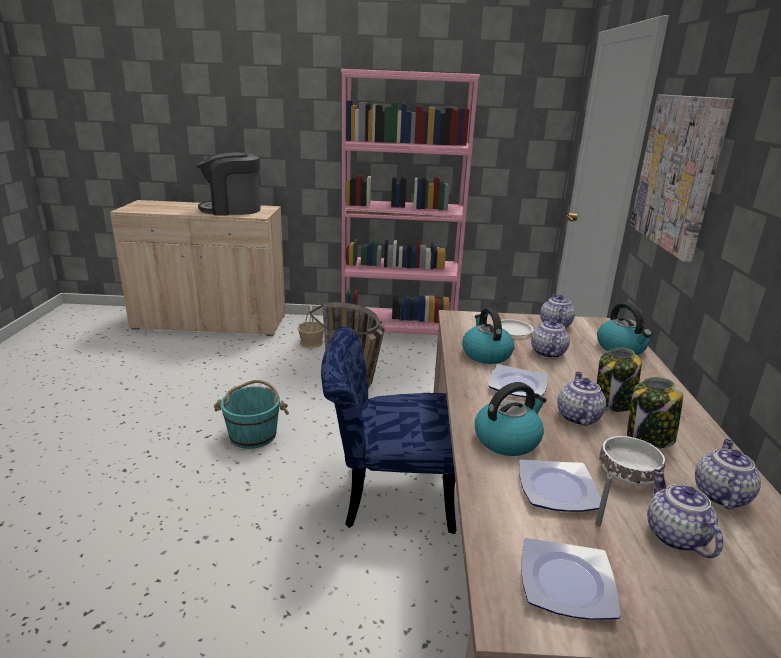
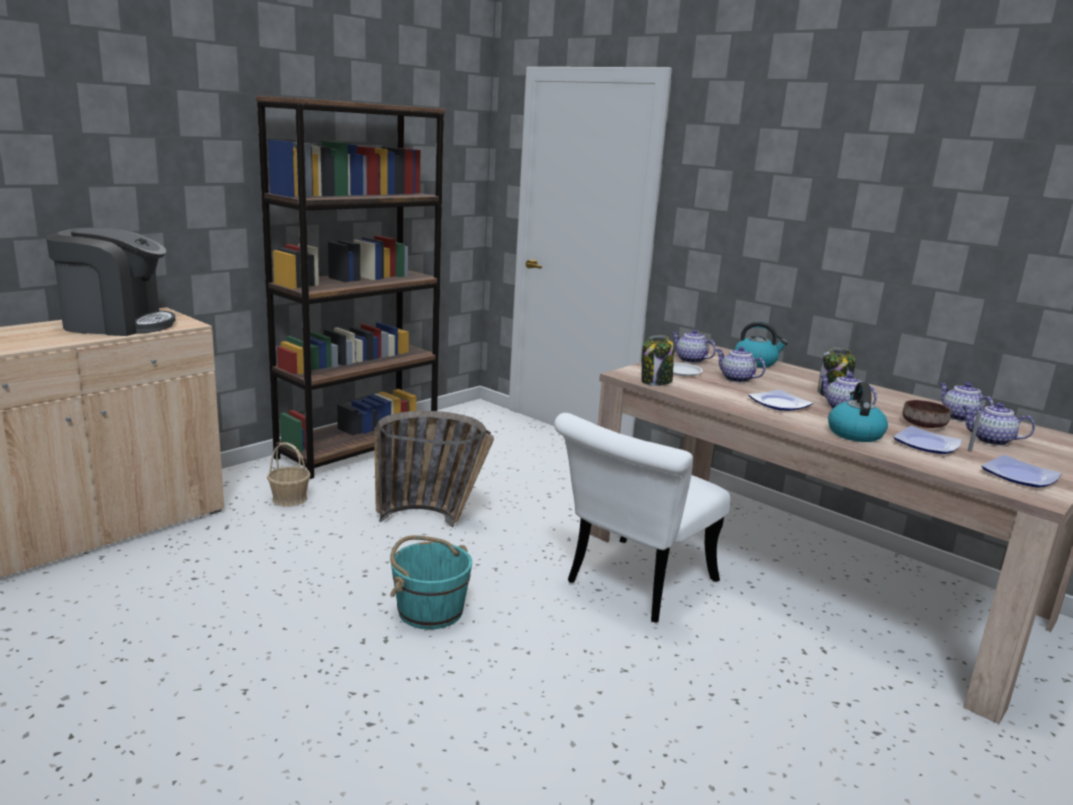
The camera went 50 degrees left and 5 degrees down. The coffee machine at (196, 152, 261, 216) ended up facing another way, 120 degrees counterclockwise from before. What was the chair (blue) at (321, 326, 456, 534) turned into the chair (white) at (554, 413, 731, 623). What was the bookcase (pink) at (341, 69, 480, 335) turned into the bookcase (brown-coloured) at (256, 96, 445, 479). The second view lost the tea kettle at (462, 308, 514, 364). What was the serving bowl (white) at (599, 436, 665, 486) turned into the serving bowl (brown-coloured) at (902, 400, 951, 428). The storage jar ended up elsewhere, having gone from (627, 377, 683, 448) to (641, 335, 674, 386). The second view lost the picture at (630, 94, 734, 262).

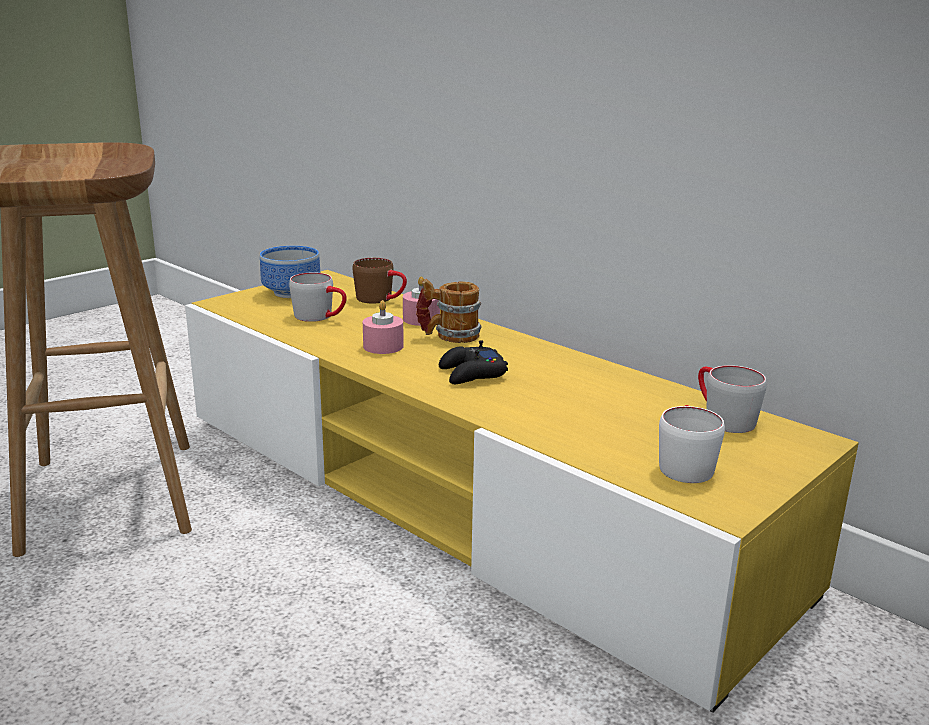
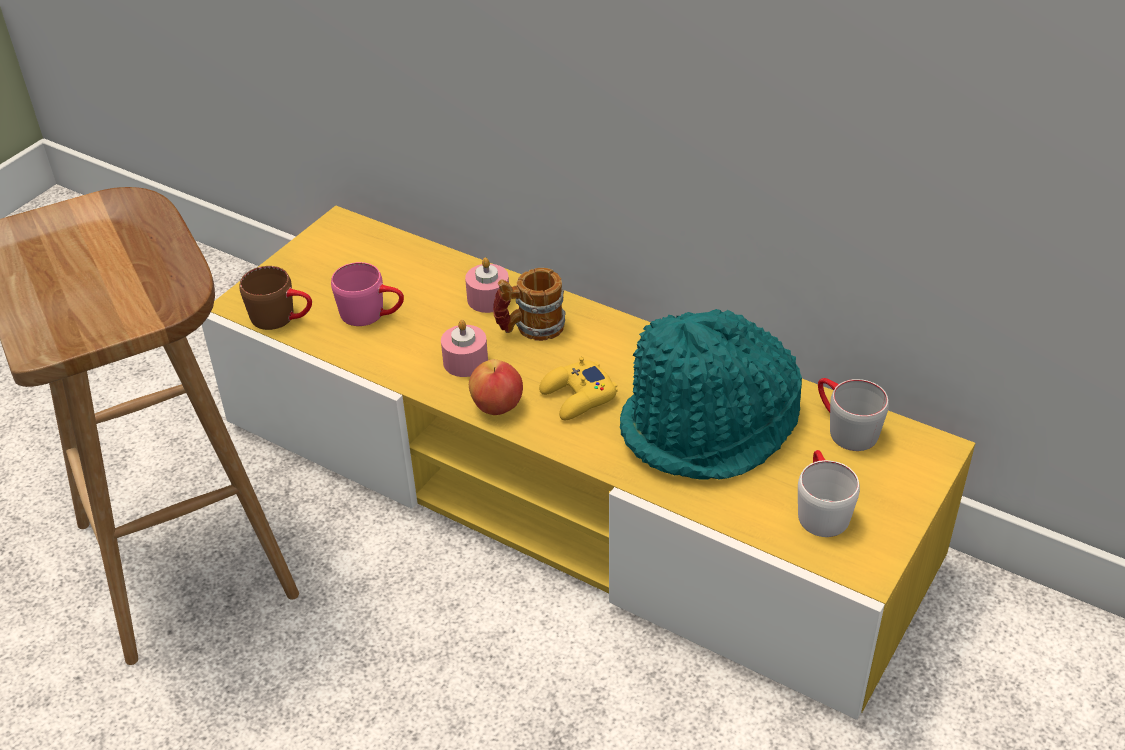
The camera went 10 degrees left and 20 degrees up. The second view lost the serving bowl at (260, 246, 321, 298). What was the tea mug (grey) at (289, 273, 347, 322) turned into the tea mug (pink) at (331, 262, 404, 326). The tea mug (brown-coloured) ended up elsewhere, having gone from (353, 258, 407, 304) to (240, 266, 312, 330). What was the game controller (black-coloured) at (439, 340, 508, 384) turned into the game controller (yellow) at (539, 357, 617, 420). The second view gained the apple fruit at (469, 359, 523, 415). The second view gained the hat (turquoise-coloured) at (620, 309, 802, 480).

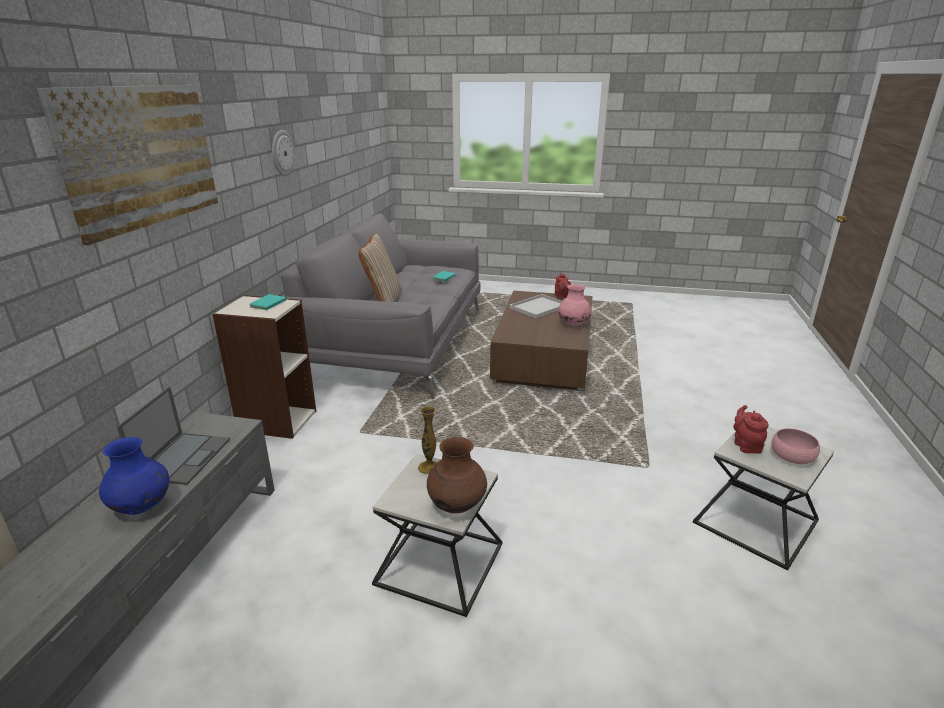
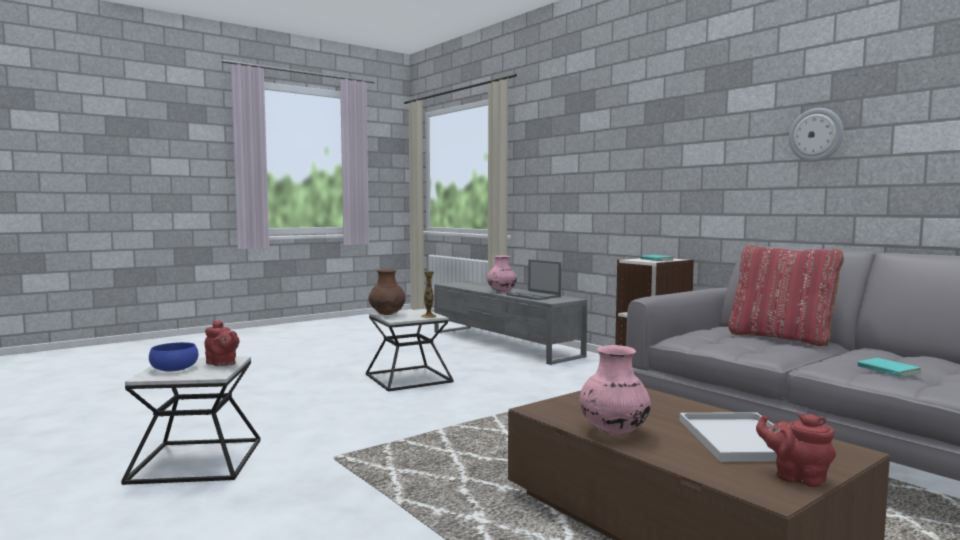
The camera went 130 degrees right and 20 degrees down. The second view lost the picture at (37, 85, 218, 245). What was the vase (blue) at (99, 437, 170, 515) turned into the vase (pink) at (487, 255, 517, 292). What was the pillow (sand-coloured) at (358, 234, 402, 302) turned into the pillow (red-coloured) at (728, 246, 844, 346). What was the serving bowl (pink) at (771, 428, 820, 464) turned into the serving bowl (blue) at (149, 342, 198, 371).

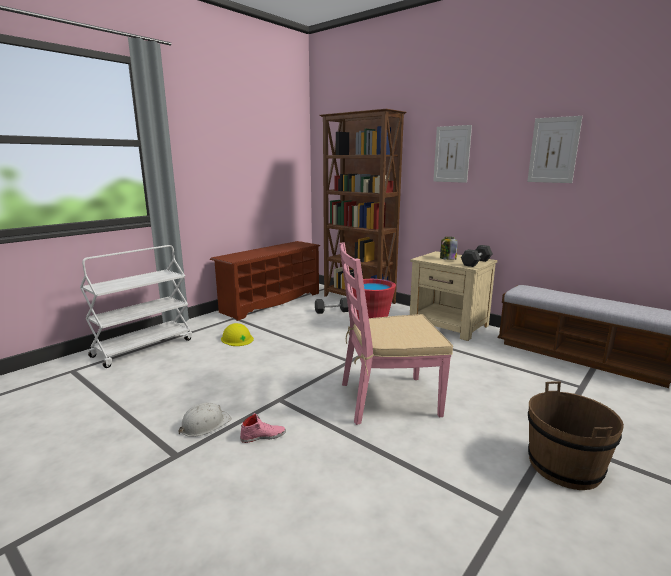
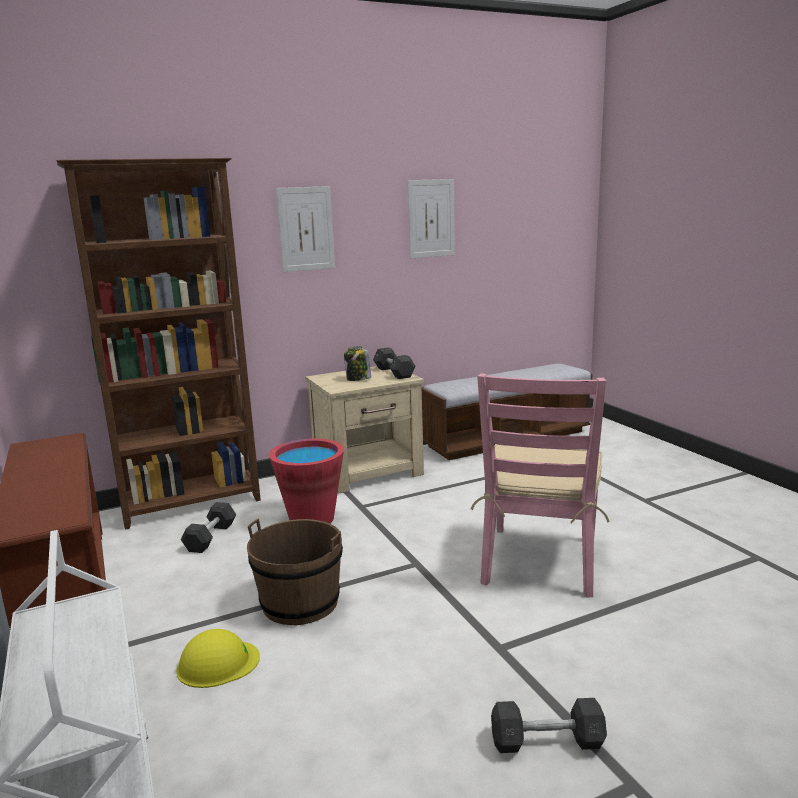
The camera went 65 degrees left and 0 degrees up. Where the hard hat (white) stood at (178, 403, 231, 437), the dumbbell (grey) came to stand at (491, 698, 607, 753). The second view lost the low shoe (pink) at (240, 413, 286, 443). The water bucket (brown-coloured) ended up elsewhere, having gone from (528, 381, 624, 490) to (247, 519, 343, 625).

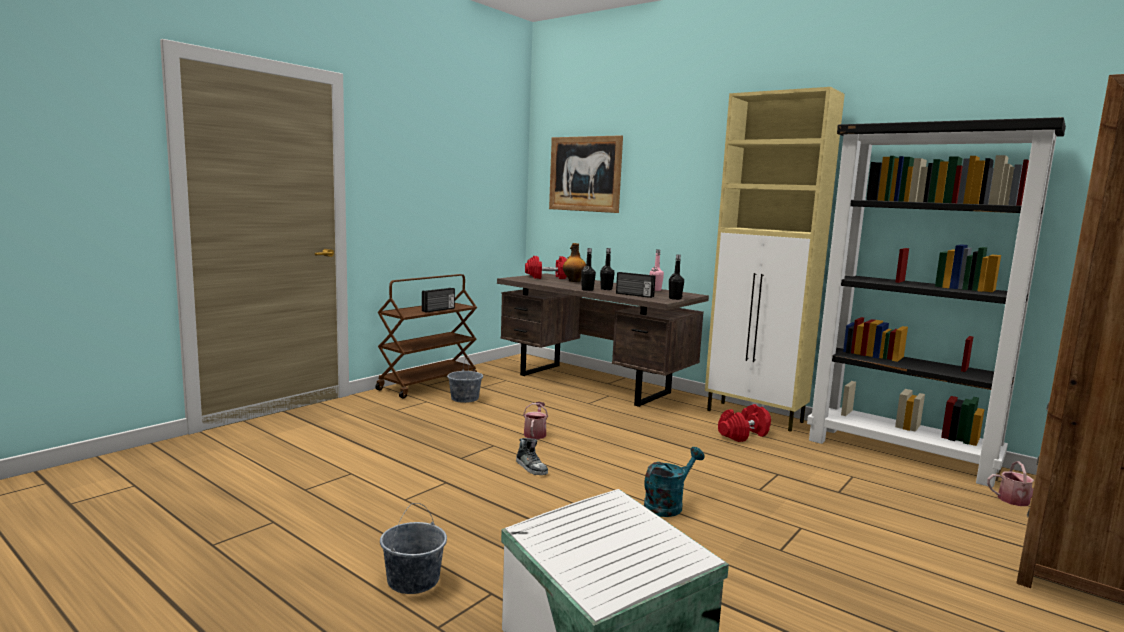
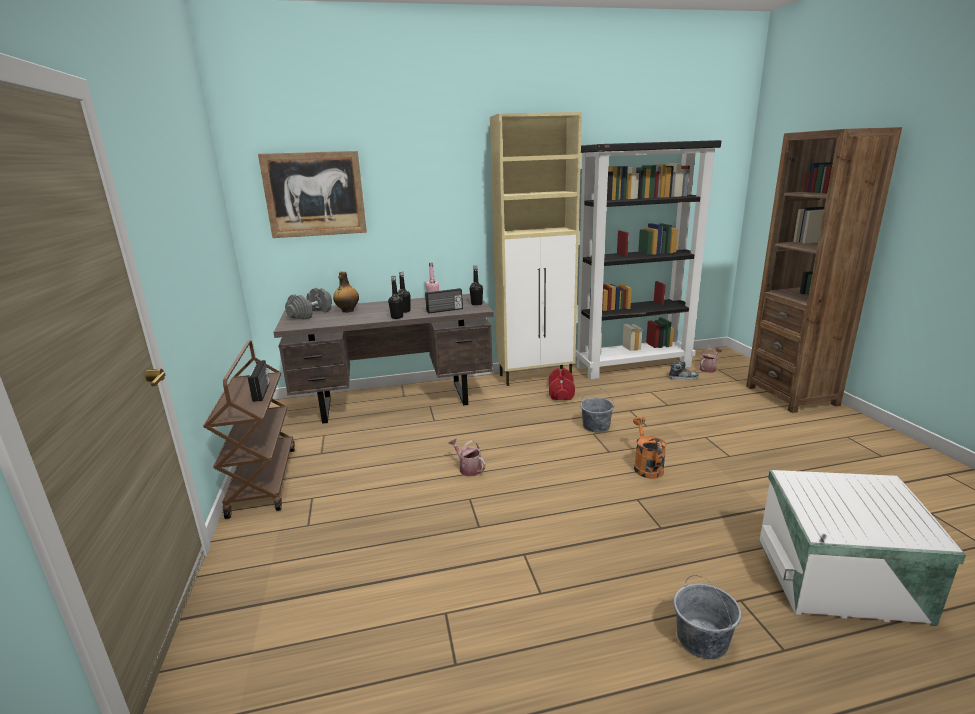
The camera went 50 degrees left and 10 degrees up. The water bucket (grey) ended up elsewhere, having gone from (447, 357, 483, 403) to (580, 387, 614, 433). The low shoe ended up elsewhere, having gone from (516, 438, 548, 475) to (669, 361, 699, 380). What was the dumbbell (red-coloured) at (525, 256, 567, 279) turned into the dumbbell (grey) at (285, 288, 332, 320). What was the sprinkling can (turquoise-coloured) at (644, 447, 705, 517) turned into the sprinkling can (orange-coloured) at (633, 417, 666, 479).

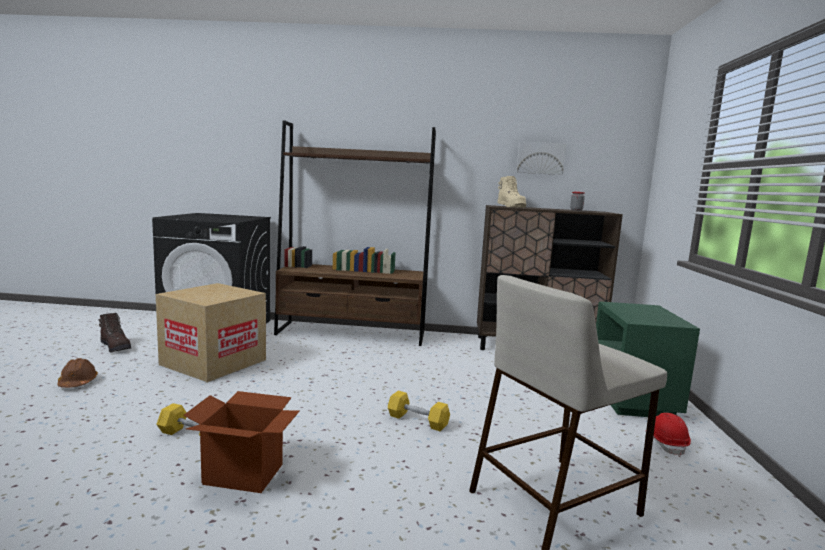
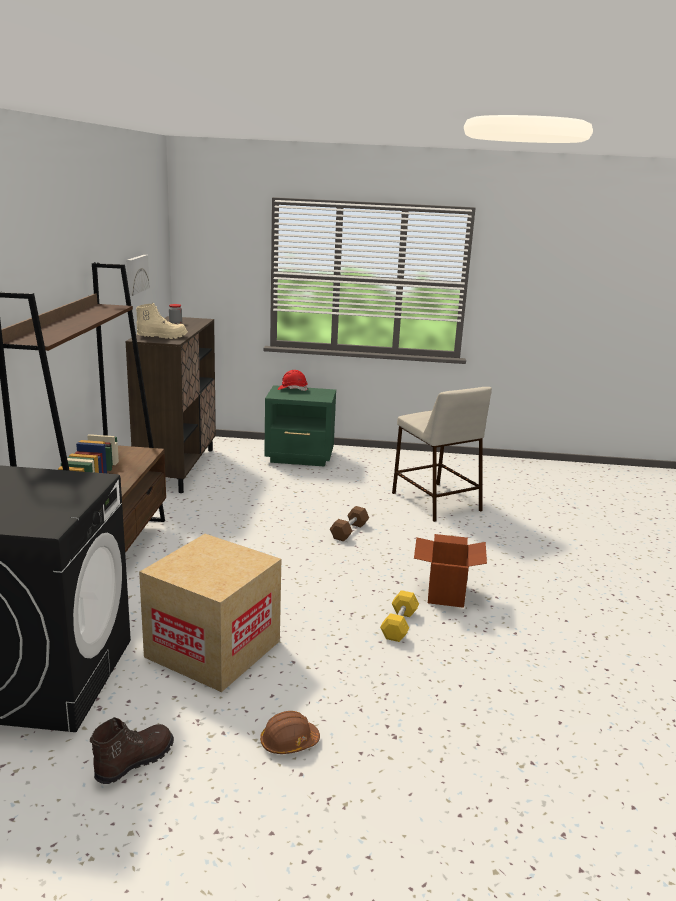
The camera went 90 degrees left and 10 degrees up. What was the dumbbell (yellow) at (388, 391, 450, 431) turned into the dumbbell (brown-coloured) at (330, 506, 369, 542). The hard hat (red-coloured) ended up elsewhere, having gone from (653, 413, 691, 457) to (278, 370, 308, 391).

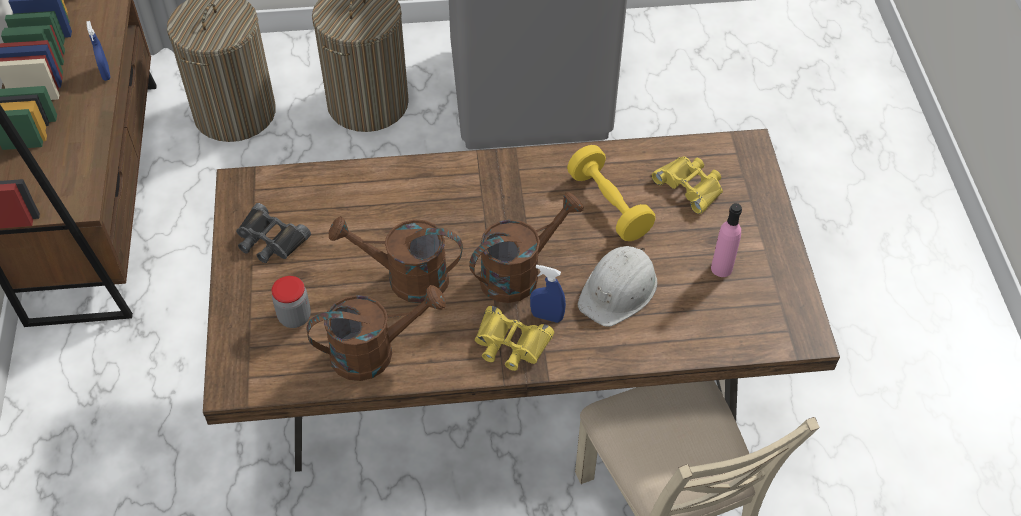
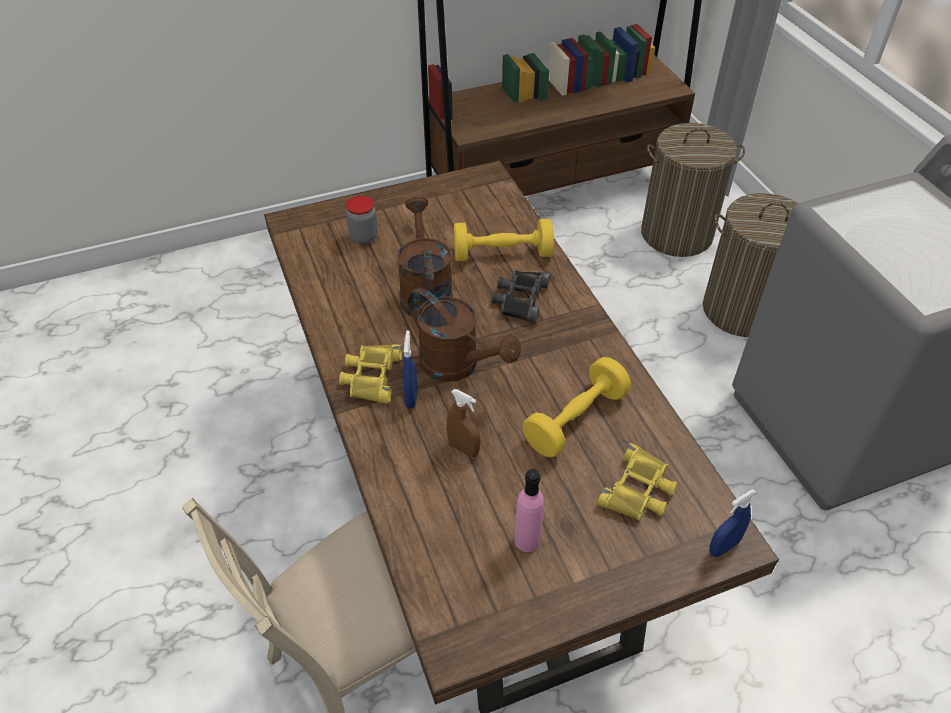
The camera went 75 degrees right and 5 degrees down. The sprayer (blue) ended up elsewhere, having gone from (86, 21, 111, 81) to (709, 489, 757, 557). The binoculars (black-coloured) ended up elsewhere, having gone from (236, 203, 311, 263) to (491, 270, 550, 323). The second view lost the sprinkling can (brown-coloured) at (306, 285, 446, 381). Where the hard hat (white) stood at (577, 246, 658, 327), the sprayer (brown-coloured) came to stand at (446, 389, 480, 457). The second view gained the dumbbell (yellow) at (454, 219, 554, 261).

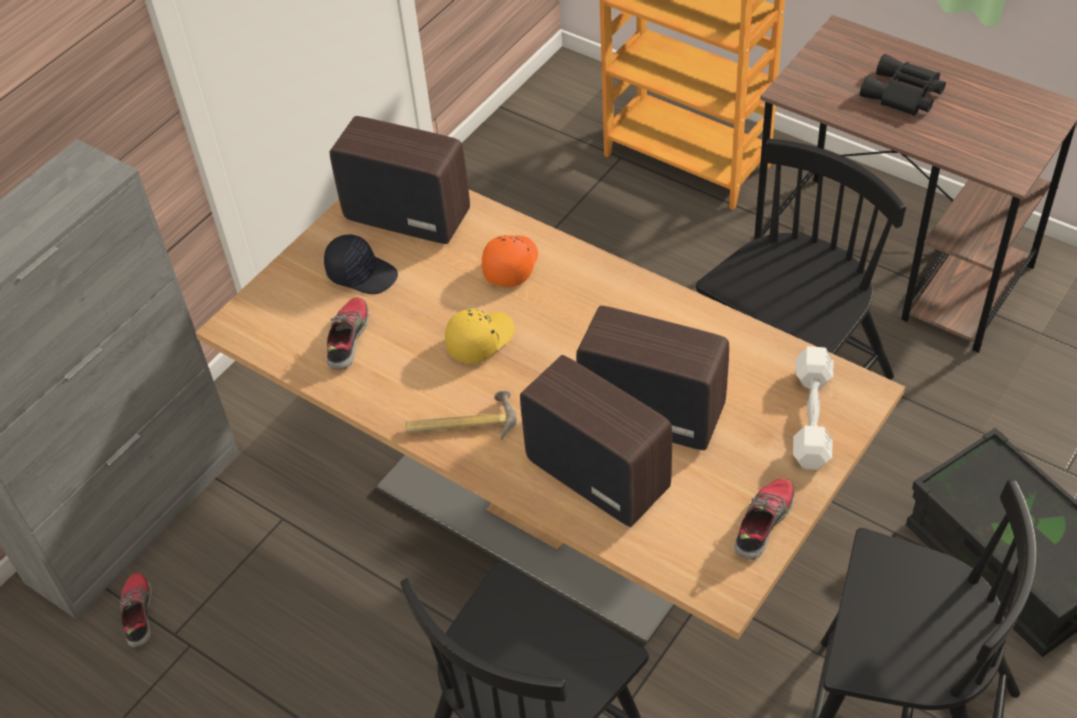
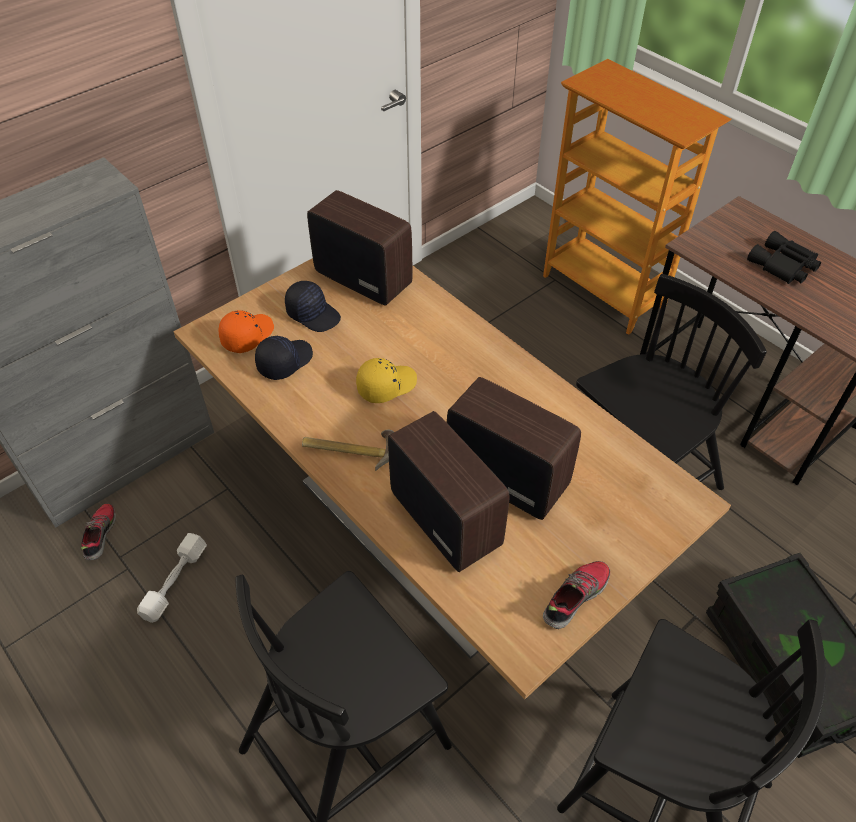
The camera went 10 degrees right and 0 degrees up. Where the low shoe stood at (327, 297, 369, 369), the peaked cap (black-coloured) came to stand at (255, 335, 313, 380). The peaked cap (orange-coloured) ended up elsewhere, having gone from (482, 235, 538, 287) to (219, 310, 274, 353). The dumbbell (white) ended up elsewhere, having gone from (793, 346, 833, 470) to (137, 533, 207, 623).

